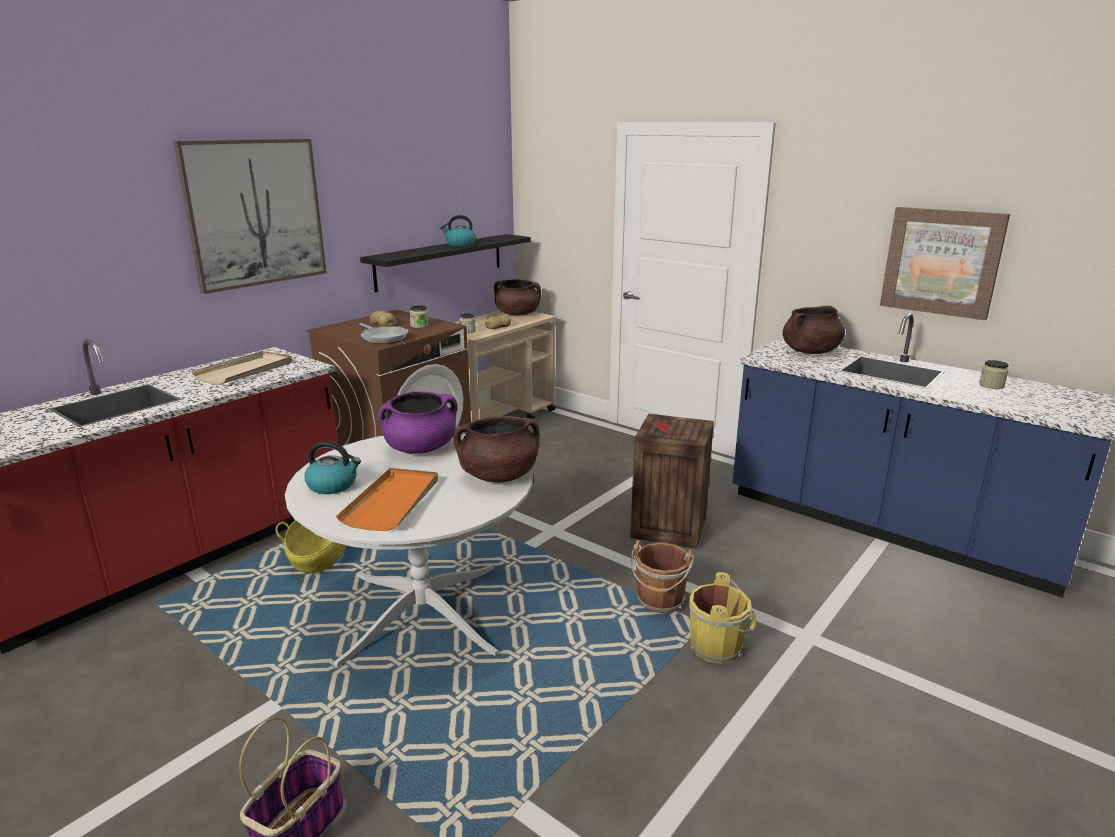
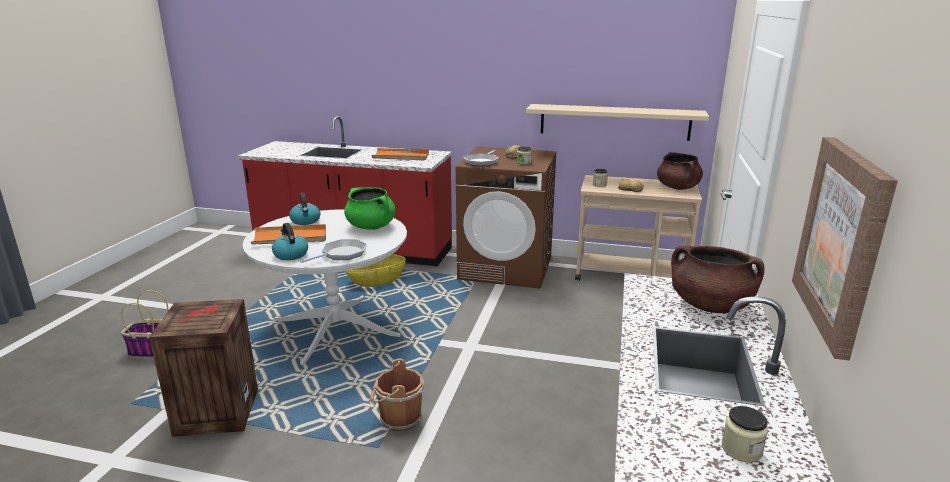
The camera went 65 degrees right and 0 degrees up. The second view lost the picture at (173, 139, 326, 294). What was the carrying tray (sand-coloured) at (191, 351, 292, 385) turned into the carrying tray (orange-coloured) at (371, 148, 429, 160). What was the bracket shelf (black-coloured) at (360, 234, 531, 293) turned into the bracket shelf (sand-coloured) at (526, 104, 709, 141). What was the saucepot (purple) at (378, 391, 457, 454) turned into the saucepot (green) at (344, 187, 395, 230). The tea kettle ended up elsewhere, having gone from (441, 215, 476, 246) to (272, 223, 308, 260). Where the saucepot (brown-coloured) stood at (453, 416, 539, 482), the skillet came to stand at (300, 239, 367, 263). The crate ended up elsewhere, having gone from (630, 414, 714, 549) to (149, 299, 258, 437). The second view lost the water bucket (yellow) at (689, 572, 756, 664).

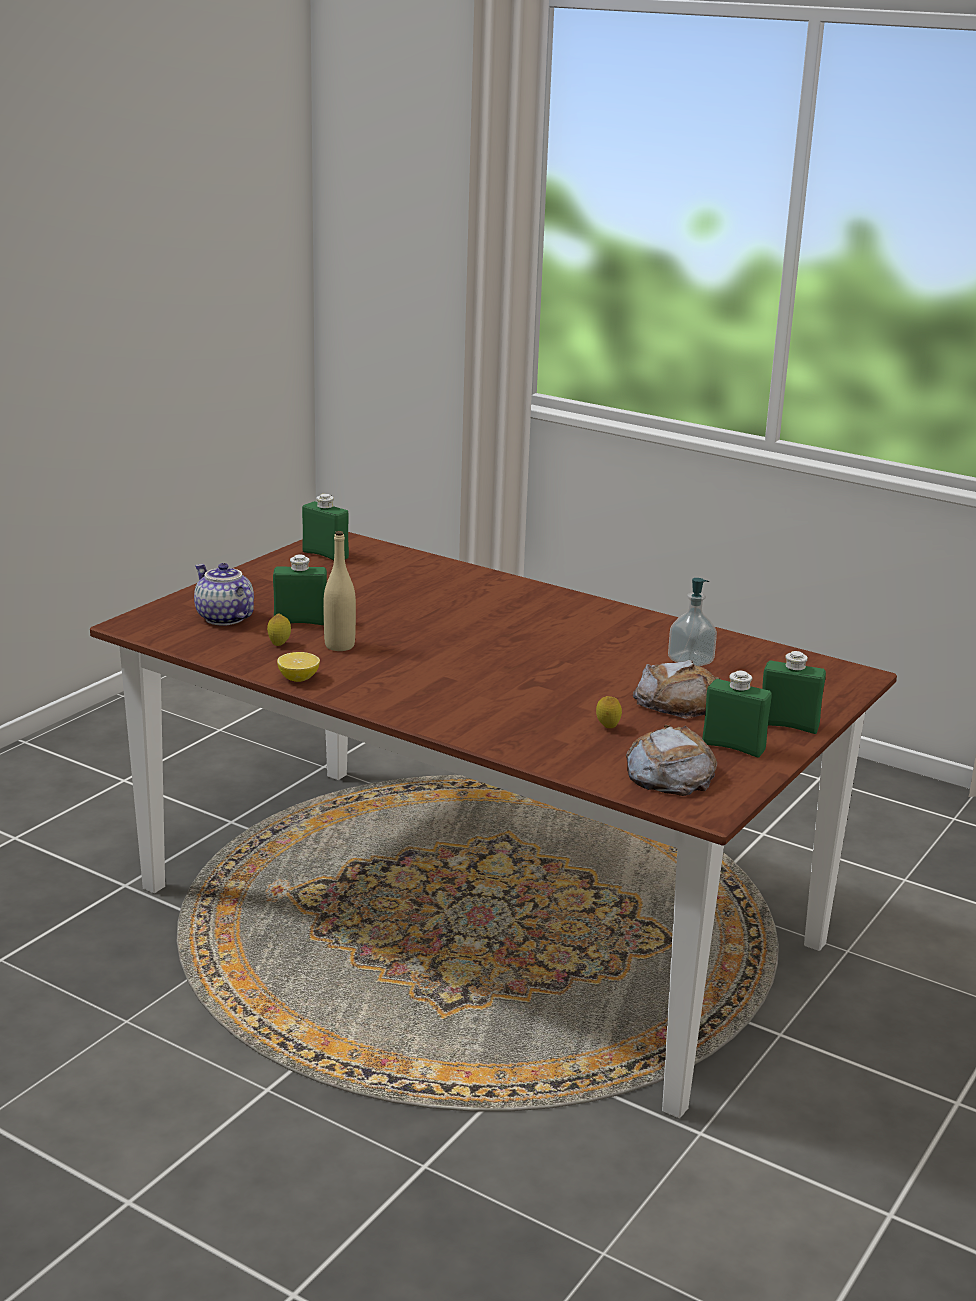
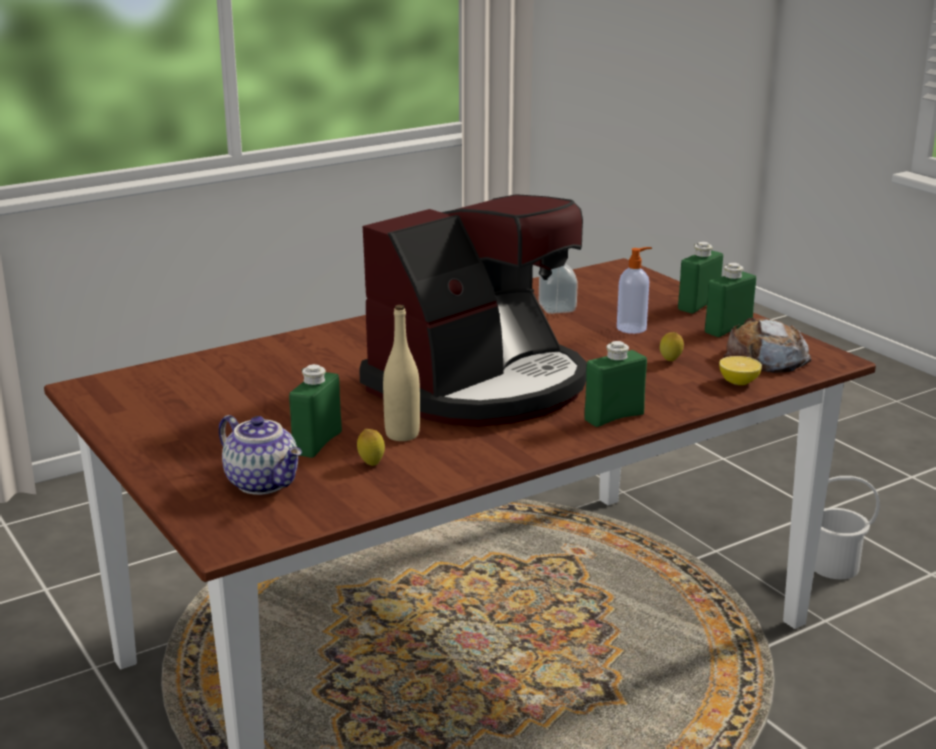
The camera went 65 degrees left and 0 degrees up. The teapot at (194, 563, 254, 626) ended up facing another way, 120 degrees counterclockwise from before. The lemon ended up elsewhere, having gone from (277, 652, 320, 682) to (719, 356, 762, 385). The drink bottle (green) ended up elsewhere, having gone from (302, 494, 349, 560) to (584, 341, 647, 427). Where the bread stood at (633, 660, 721, 719), the soap bottle came to stand at (617, 247, 652, 334). The second view gained the coffee machine at (359, 194, 587, 427). The second view gained the water bucket (white) at (814, 476, 880, 579).

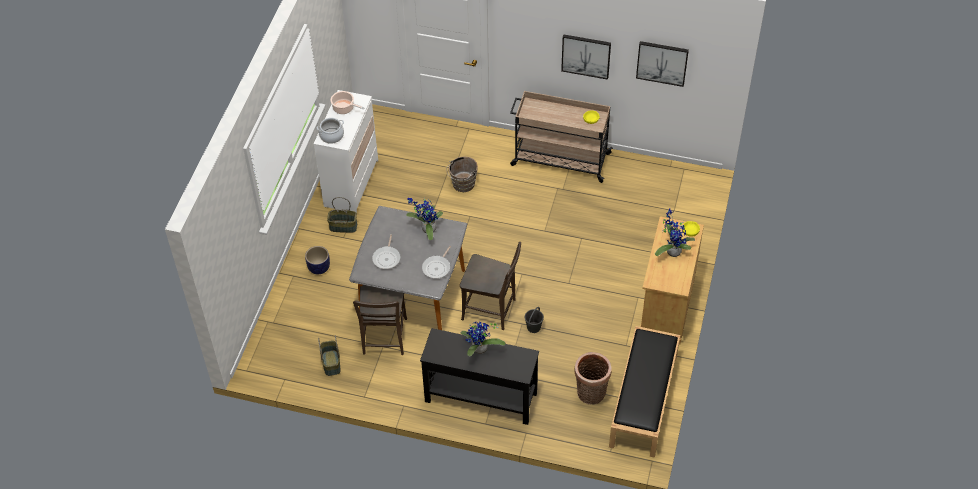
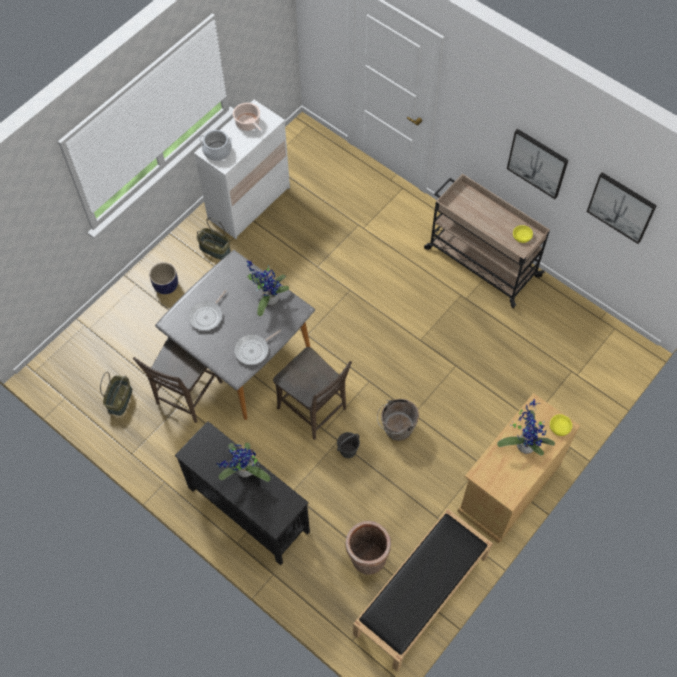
The camera went 25 degrees right and 10 degrees up. The water bucket (brown-coloured) ended up elsewhere, having gone from (446, 156, 478, 192) to (377, 399, 419, 441).

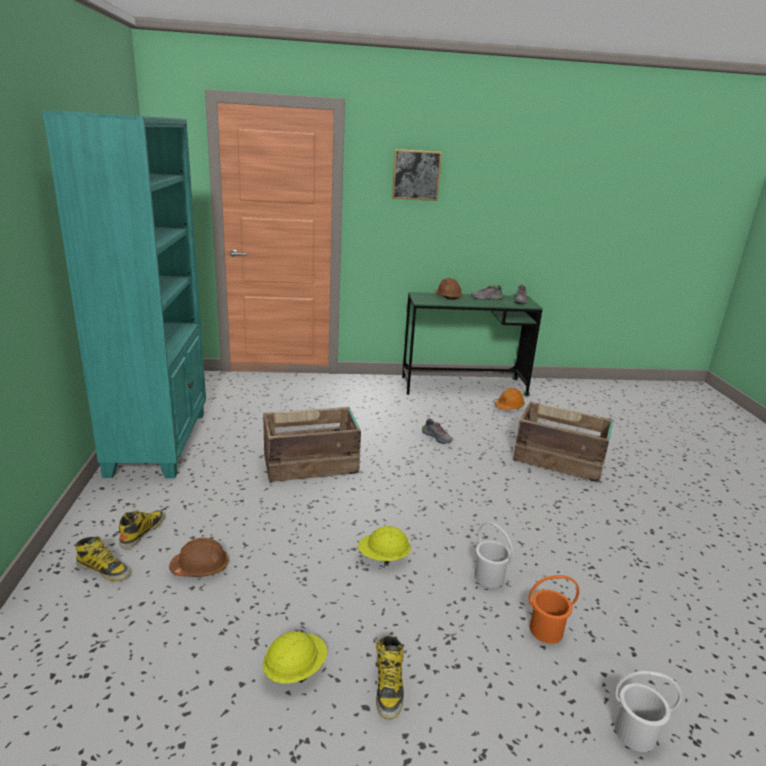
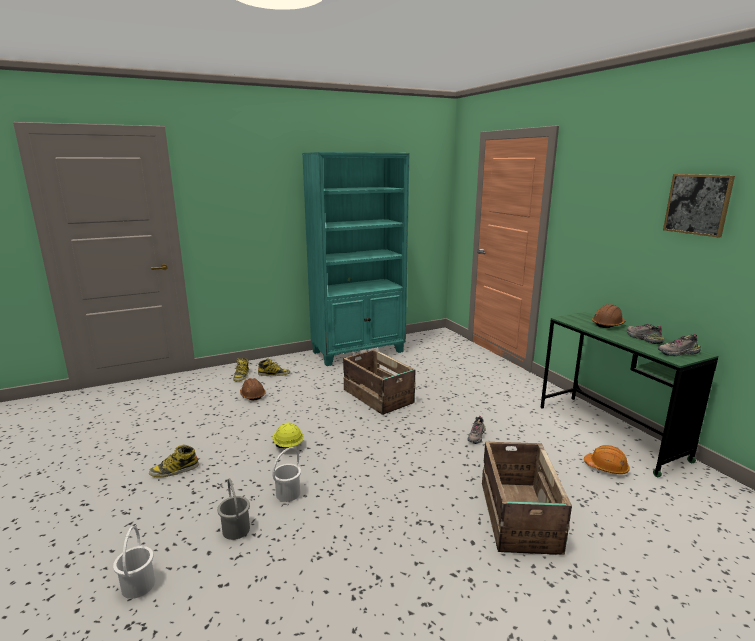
The camera went 70 degrees right and 5 degrees down. The second view lost the hard hat (yellow) at (263, 631, 327, 684). The picture ended up elsewhere, having gone from (392, 149, 442, 201) to (663, 174, 735, 238). What was the water bucket (orange-coloured) at (529, 575, 580, 644) turned into the water bucket (grey) at (217, 478, 250, 540).

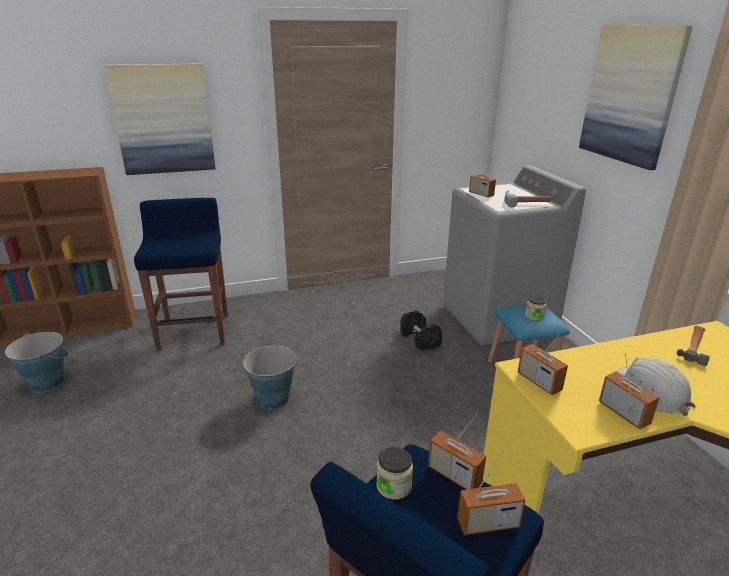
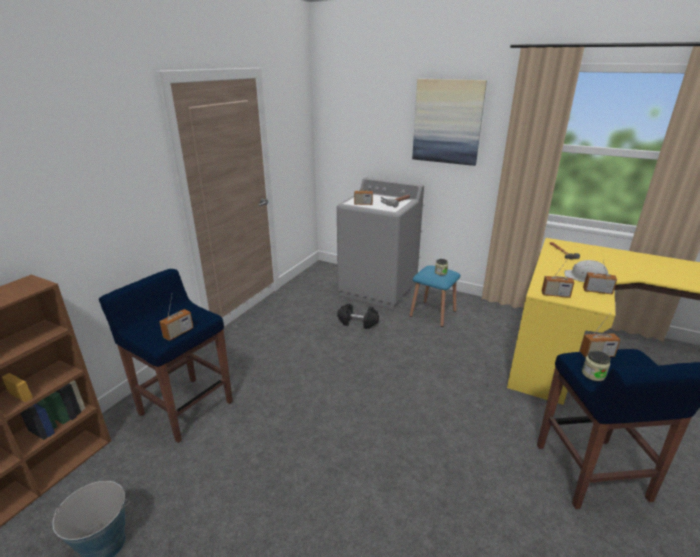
The camera went 45 degrees left and 0 degrees up. The second view lost the picture at (104, 63, 215, 175). The second view lost the water bucket at (243, 346, 298, 410). The radio receiver ended up elsewhere, having gone from (457, 449, 525, 535) to (159, 296, 194, 341).

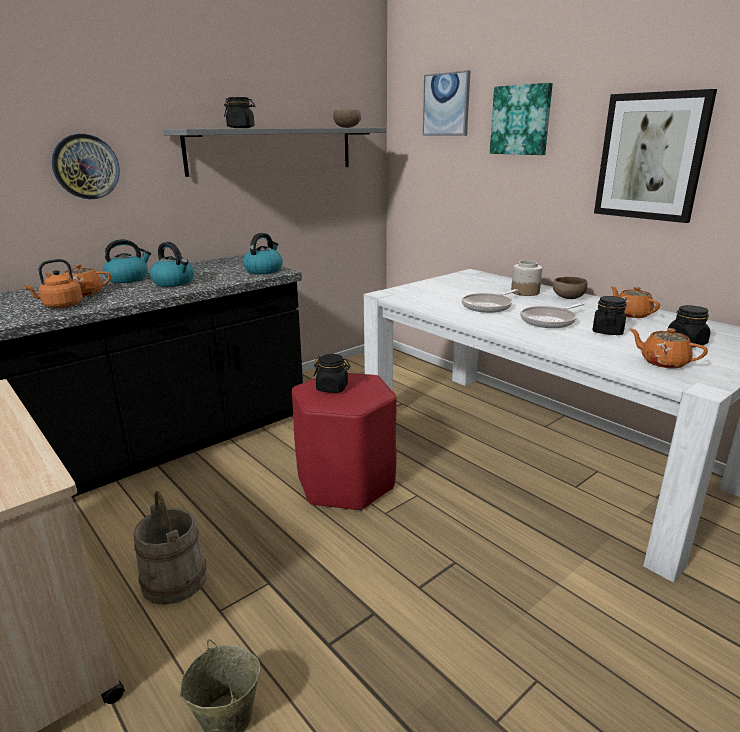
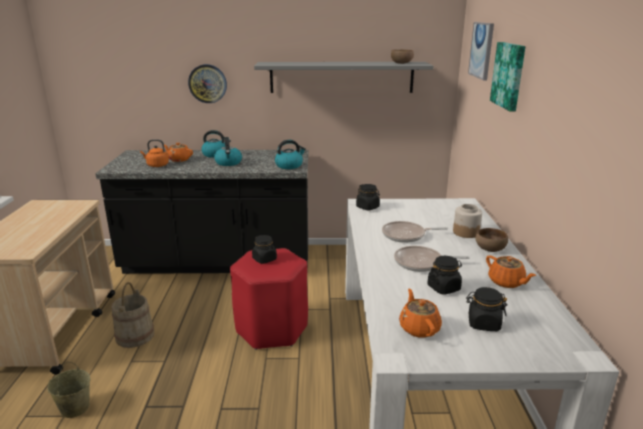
The camera went 40 degrees right and 0 degrees up. The storage jar (black-coloured) ended up elsewhere, having gone from (224, 97, 255, 128) to (356, 184, 380, 210). The second view lost the picture at (594, 89, 717, 223). The teapot (orange-coloured) at (611, 286, 660, 318) ended up facing another way, 135 degrees clockwise from before.

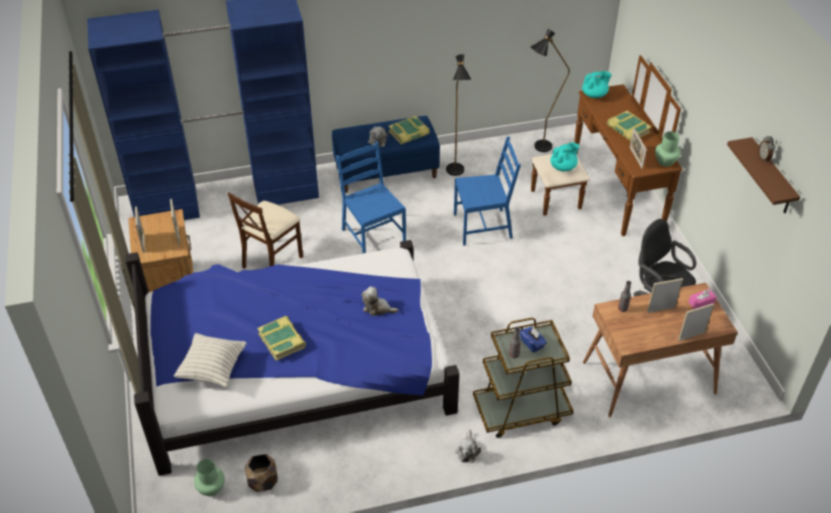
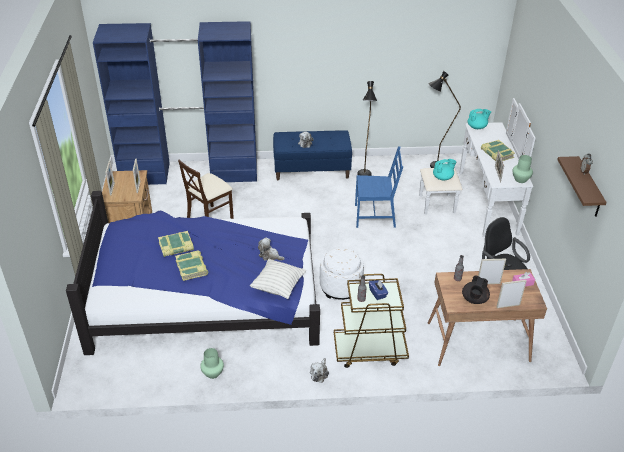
The camera went 10 degrees right and 5 degrees down. The pillow ended up elsewhere, having gone from (174, 333, 247, 387) to (250, 259, 306, 299). The vase (green) ended up elsewhere, having gone from (194, 459, 225, 496) to (200, 348, 224, 379). The second view lost the planter (brown-coloured) at (245, 454, 278, 492). The second view lost the chair (blue) at (336, 141, 406, 253). The bound book ended up elsewhere, having gone from (388, 116, 430, 144) to (158, 231, 194, 257). What was the chest of drawers (brown-coloured) at (531, 55, 682, 236) turned into the chest of drawers (white) at (419, 98, 536, 237). The second view gained the pouffe (white) at (320, 248, 364, 300). The second view gained the teapot (black-coloured) at (462, 276, 490, 304).

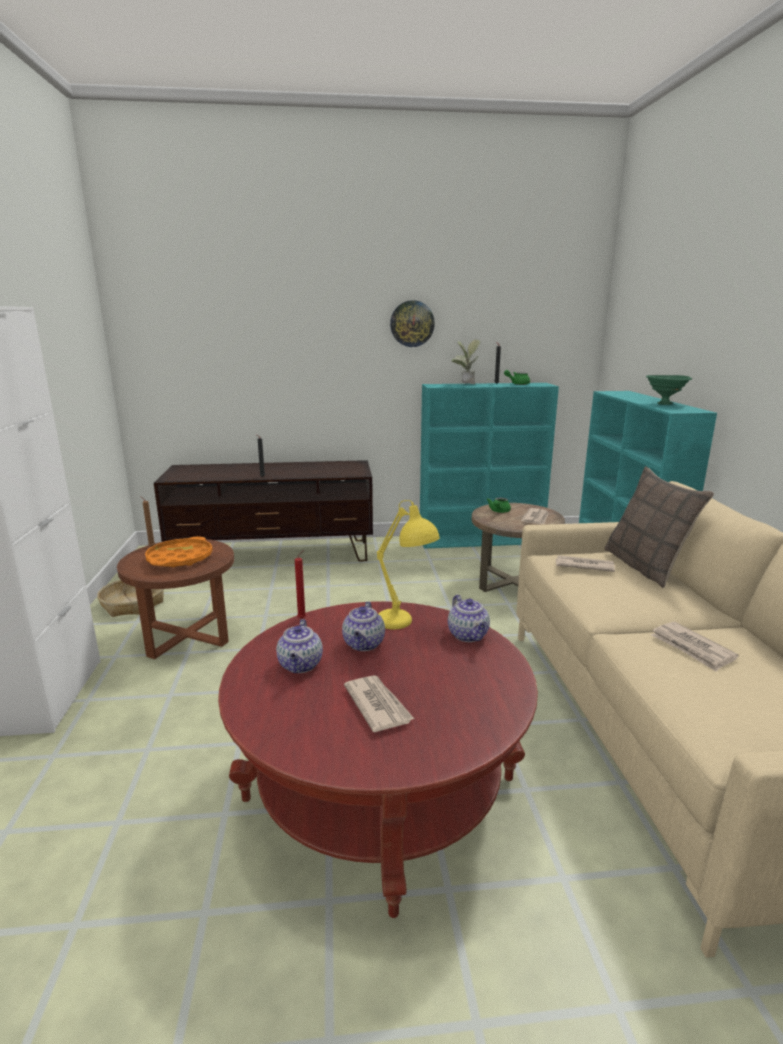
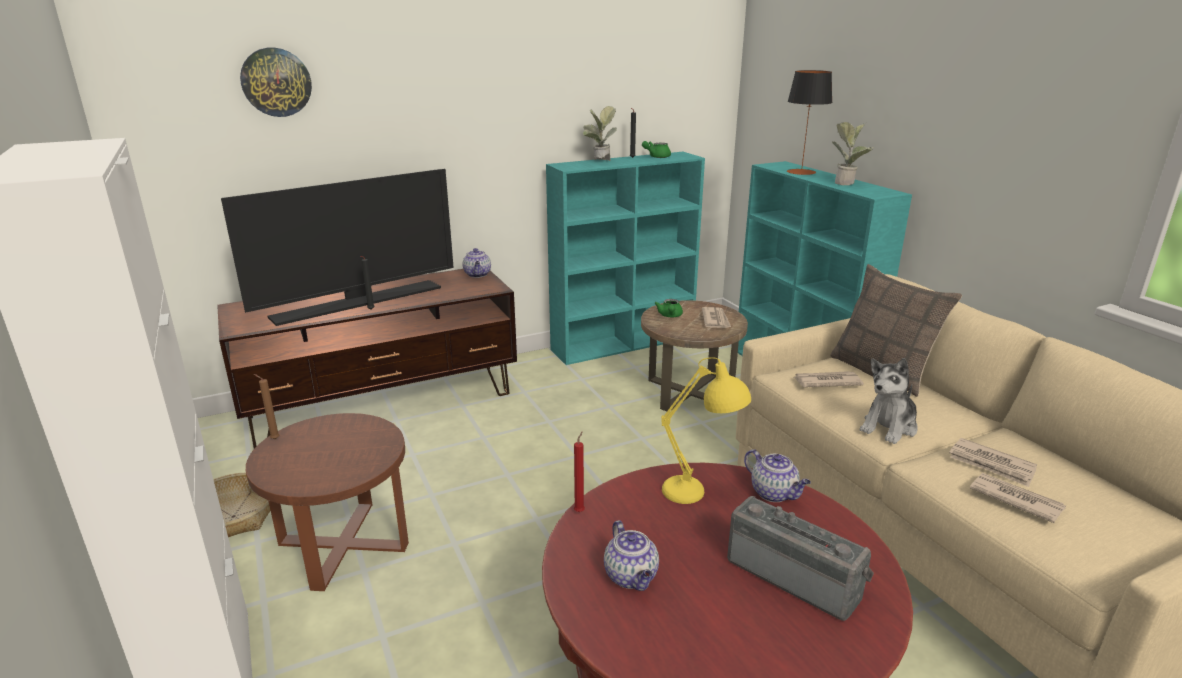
The camera went 20 degrees left and 5 degrees up. The second view lost the carrying tray (orange-coloured) at (145, 536, 213, 567). The teapot ended up elsewhere, having gone from (342, 601, 385, 651) to (462, 248, 491, 278). The printed paper ended up elsewhere, having gone from (344, 675, 414, 733) to (970, 473, 1066, 523). The clock on the wall ended up elsewhere, having gone from (390, 300, 435, 347) to (240, 47, 312, 117). Where the serving bowl (green) stood at (646, 375, 692, 405), the potted plant came to stand at (832, 122, 874, 185). The second view gained the TV set at (221, 169, 454, 326). The second view gained the radio receiver at (727, 496, 874, 621). The second view gained the tabletop lamp at (787, 70, 832, 175). The second view gained the cuddly toy at (860, 358, 918, 444).

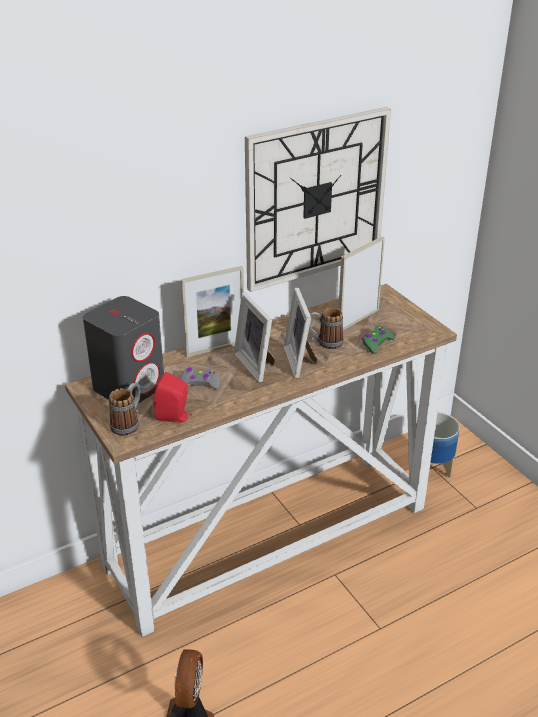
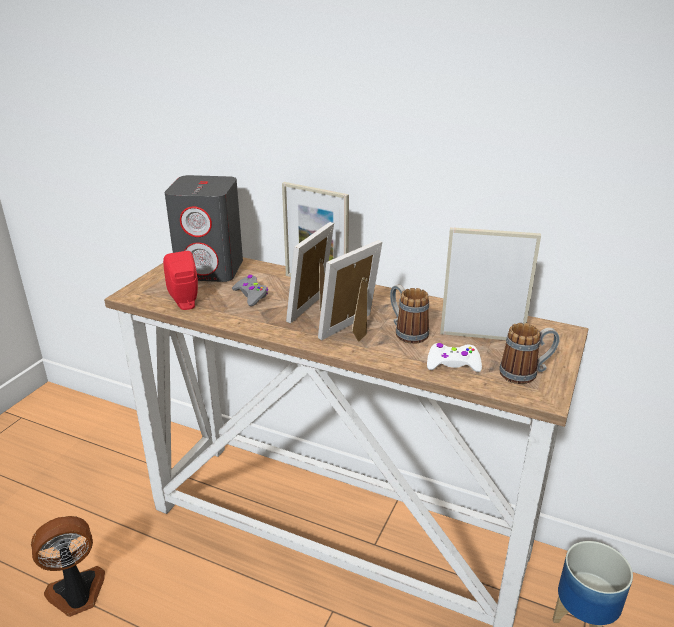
The camera went 55 degrees right and 5 degrees down. The tea mug ended up elsewhere, having gone from (109, 383, 140, 436) to (499, 323, 560, 384). The second view lost the clock on the wall at (245, 107, 391, 292). What was the game controller (green) at (362, 326, 395, 354) turned into the game controller (white) at (427, 343, 482, 372).

